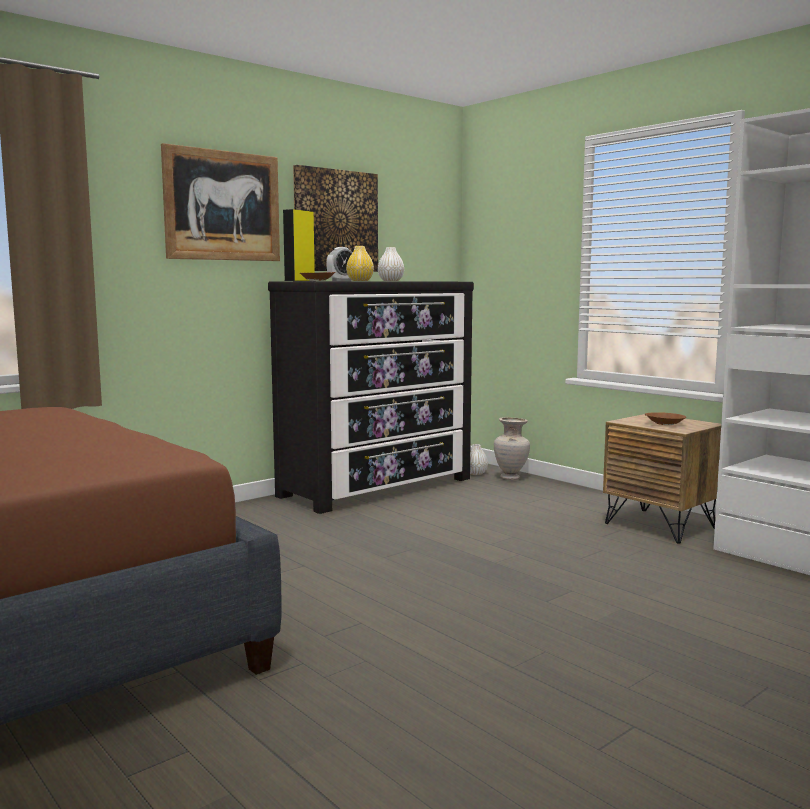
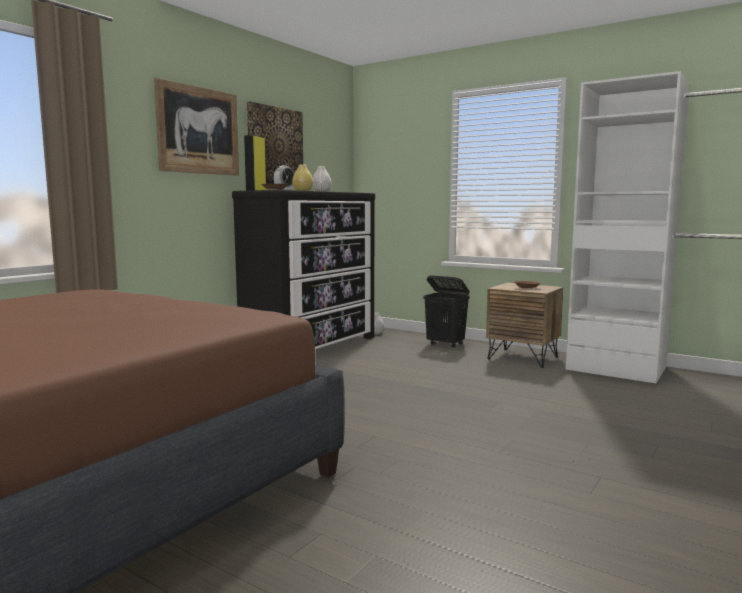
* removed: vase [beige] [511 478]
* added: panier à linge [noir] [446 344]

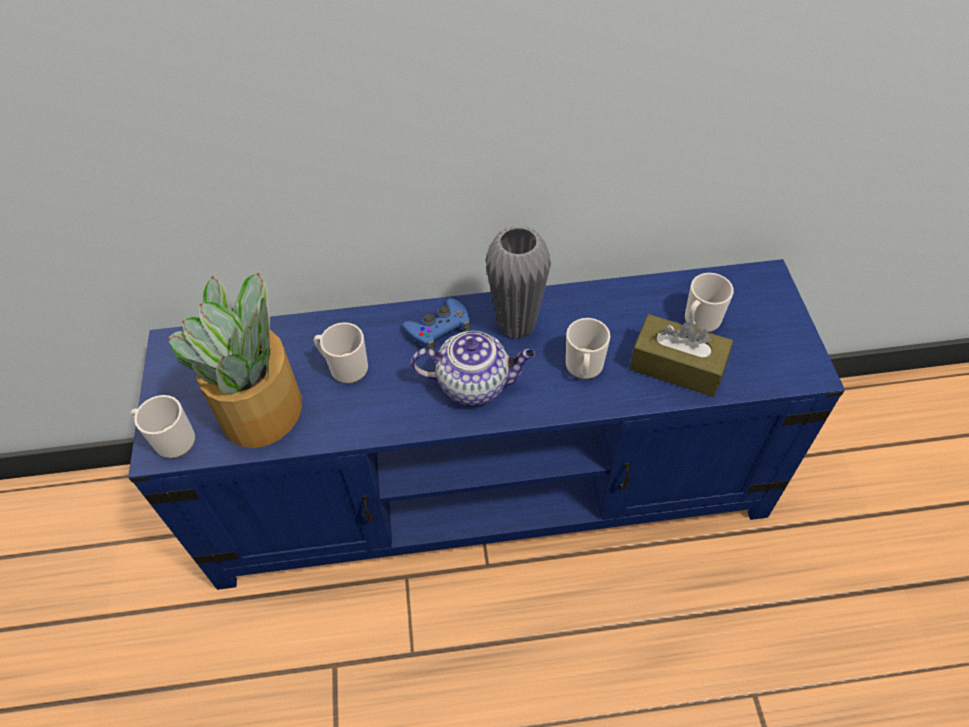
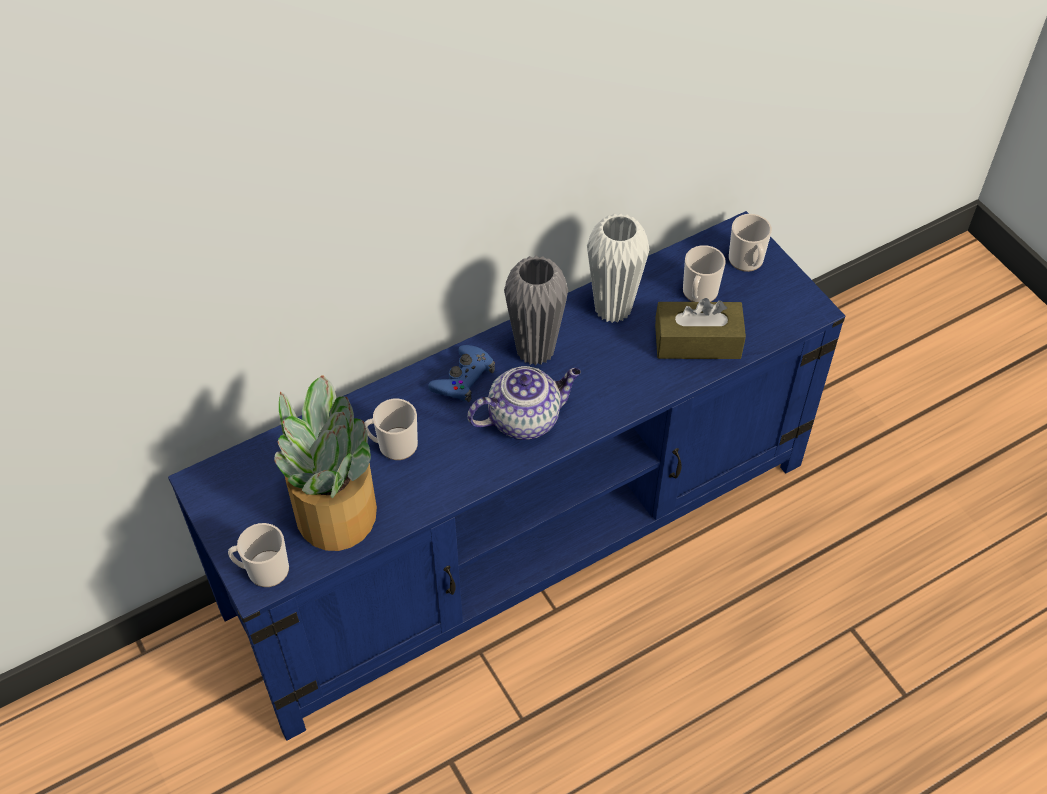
* added: vase [blanc] [613 309]
* moved: mug [584 368] to [747 262]

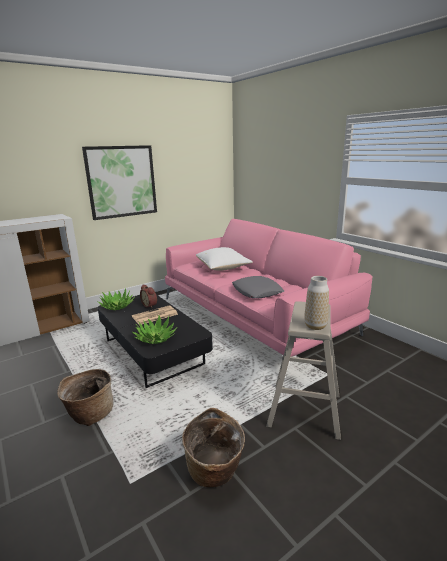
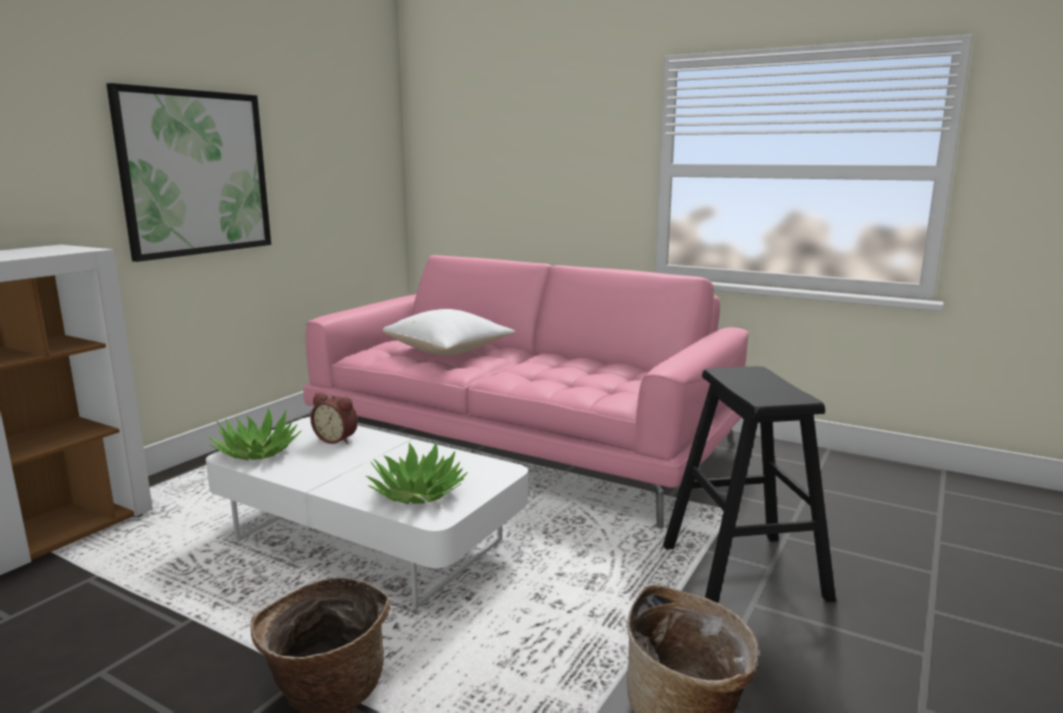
* removed: journal [154 316]
* removed: coussin [gris] [257 292]
* removed: vase [315 326]
* recoloured: table basse [noir] [153 352] to table basse [blanc] [369 541]
* recoloured: tabouret [beige] [304 410] to tabouret [noir] [744 572]

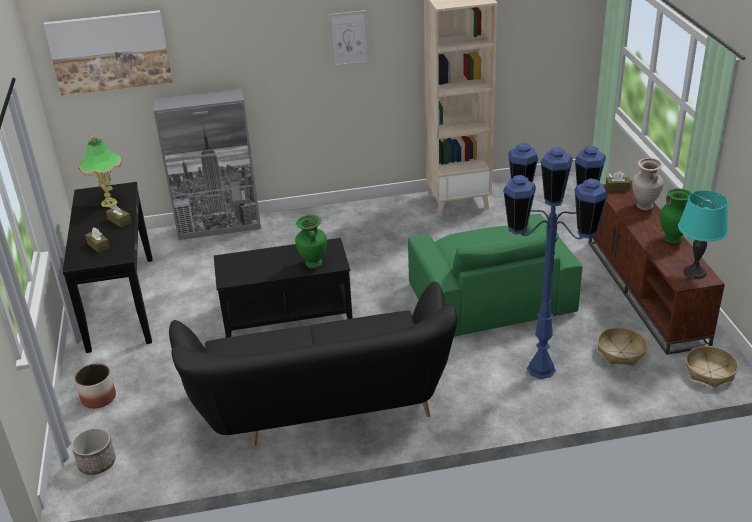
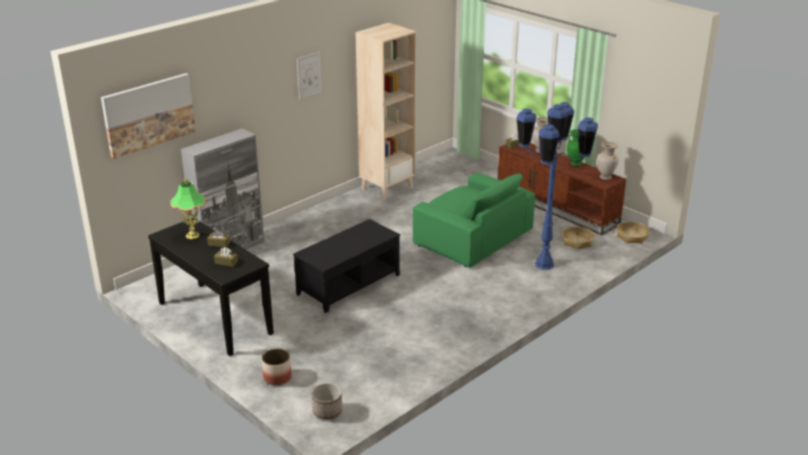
* removed: canapé [noir] [321 407]
* removed: vase [vert] [313 264]
* replaced: lampe de table [turquoise] [695 272] to vase [beige] [605 177]

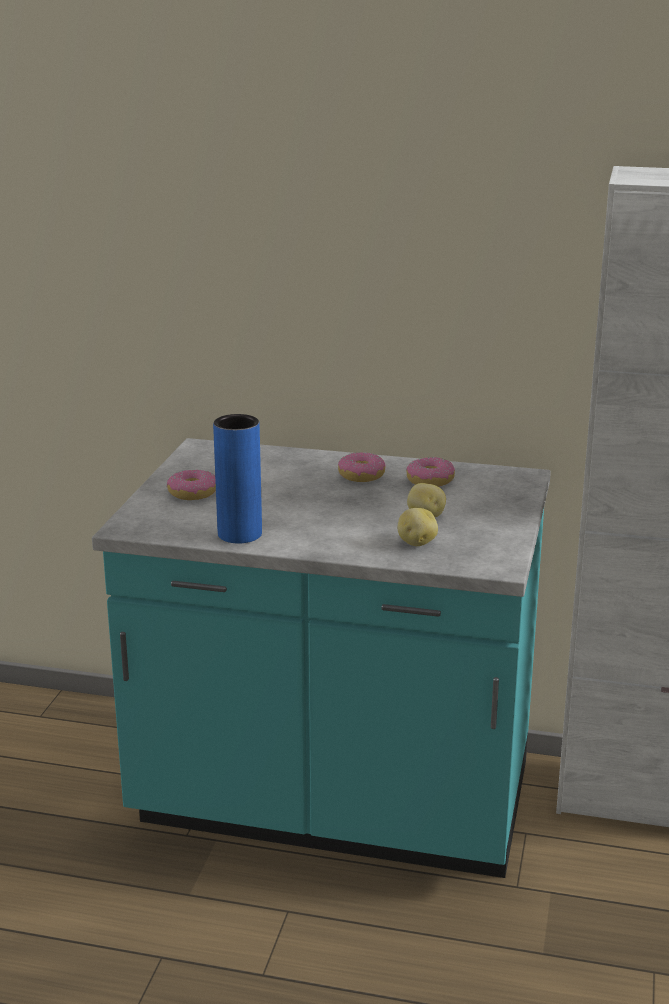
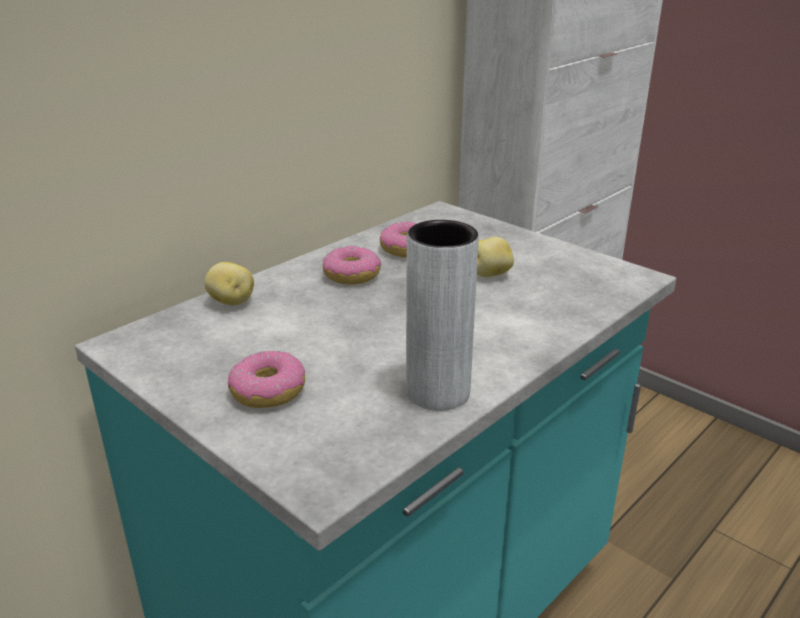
* moved: pomme de terre [416 543] to [231 302]
* recoloured: vase [bleu] [239 534] to vase [gris] [438 392]

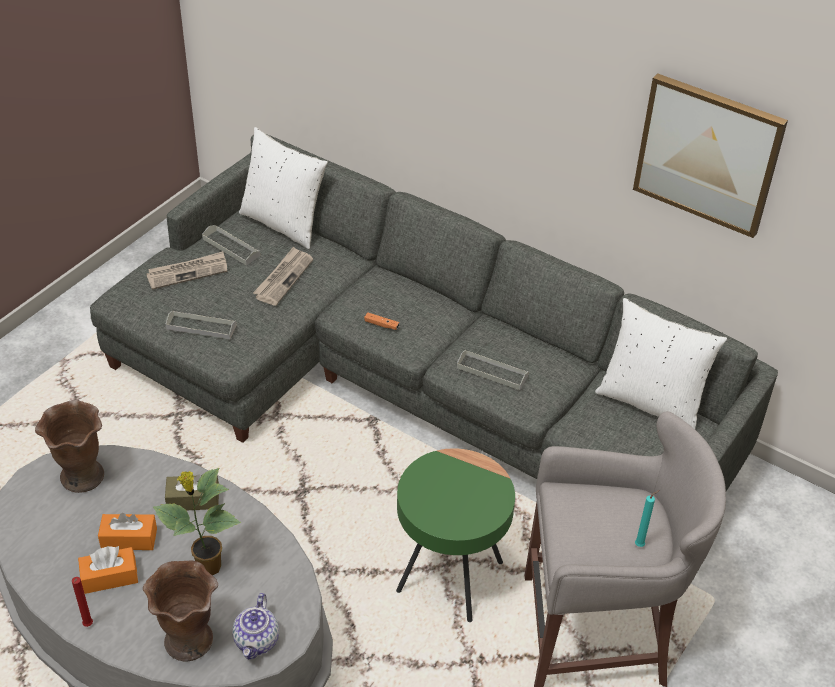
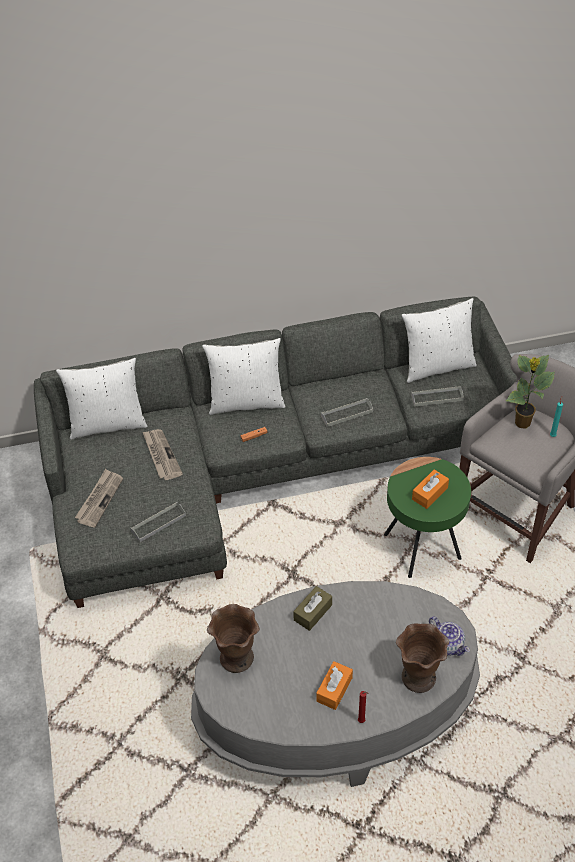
* removed: tableau [708 154]
* added: coussin [blanc] [246 402]
* moved: boîte à mouchoirs [orange] [129 539] to [429 493]
* moved: plante en pot [207 567] to [522 423]
* moved: plateau [gris] [231 247] to [437 397]

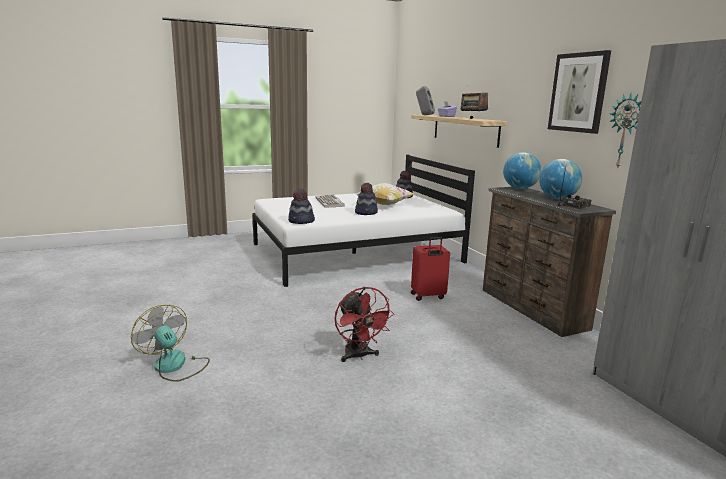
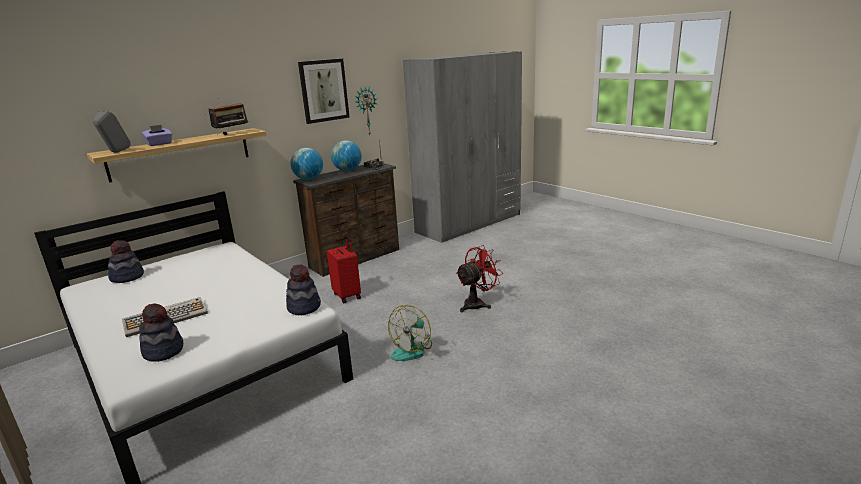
* removed: coussin [384 205]
* moved: ventilateur [175 366] to [412 349]
* moved: chapeau [366 213] to [163 351]

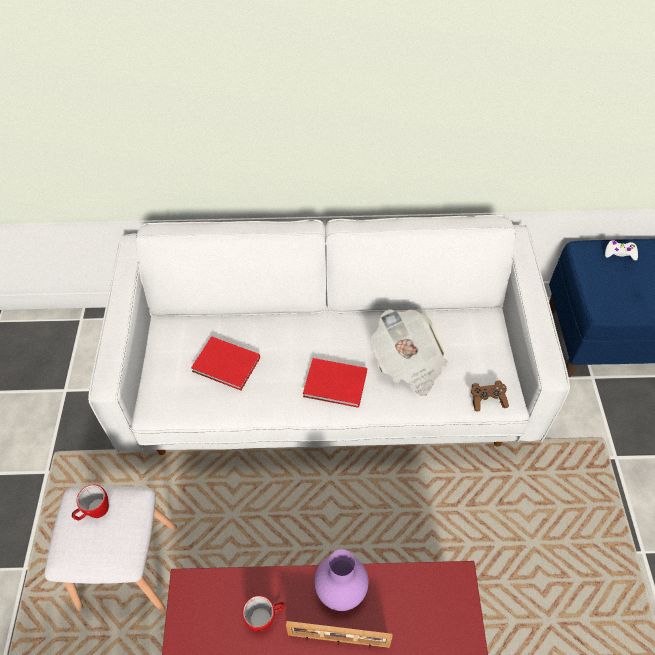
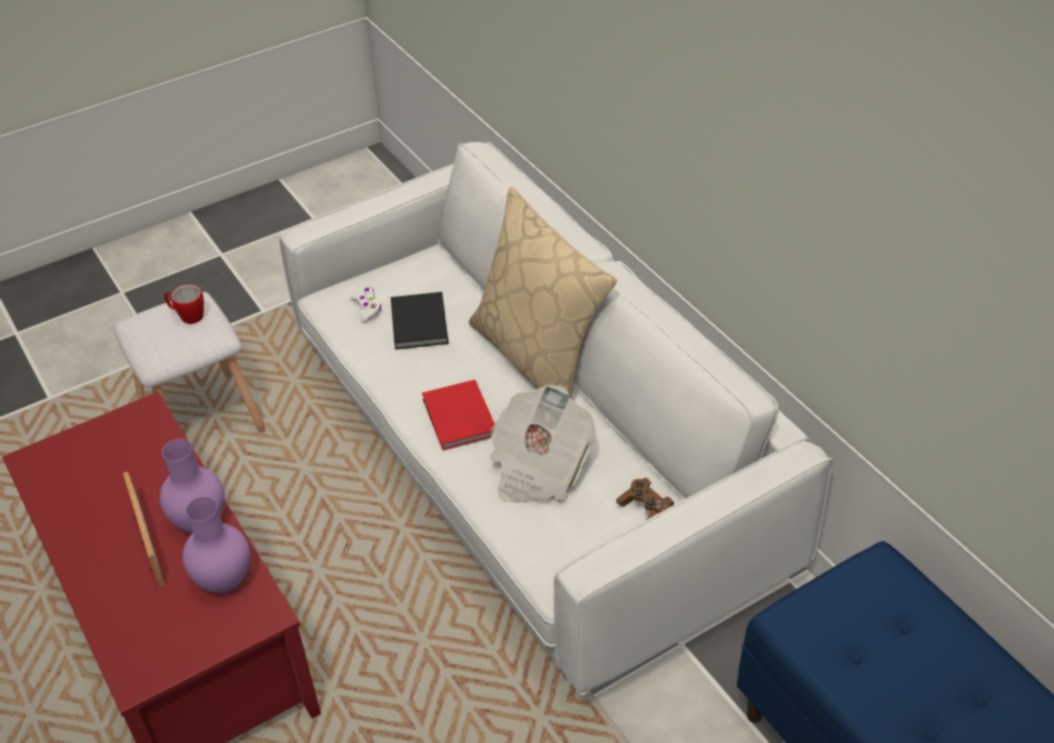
* removed: mug [266 617]
* added: vase [violet] [223 582]
* added: coussin [beige] [539 359]
* moved: manette [marron] [487 399] to [645 510]
* moved: manette [blanc] [619 253] to [367 308]
* recoloured: livre [rouge] [227 366] to livre [noir] [418 325]

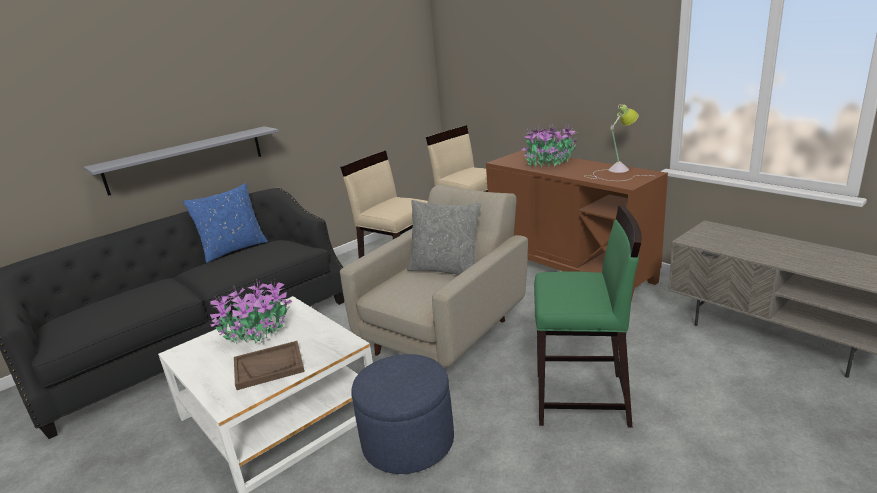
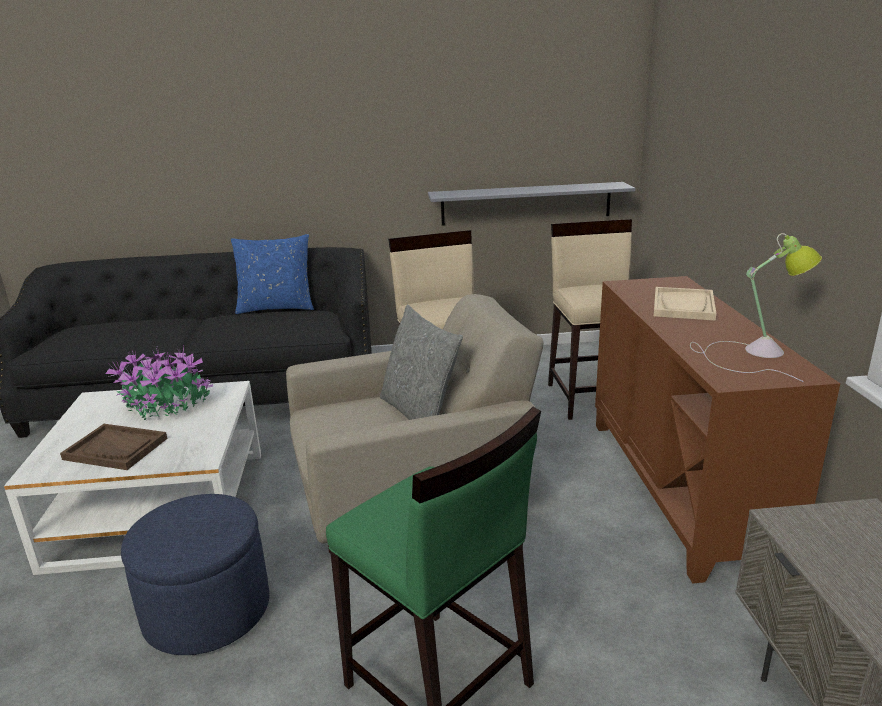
* moved: étagère [gris] [186 159] to [526 203]
* replaced: plante en pot [549 162] to plateau [beige] [683 306]

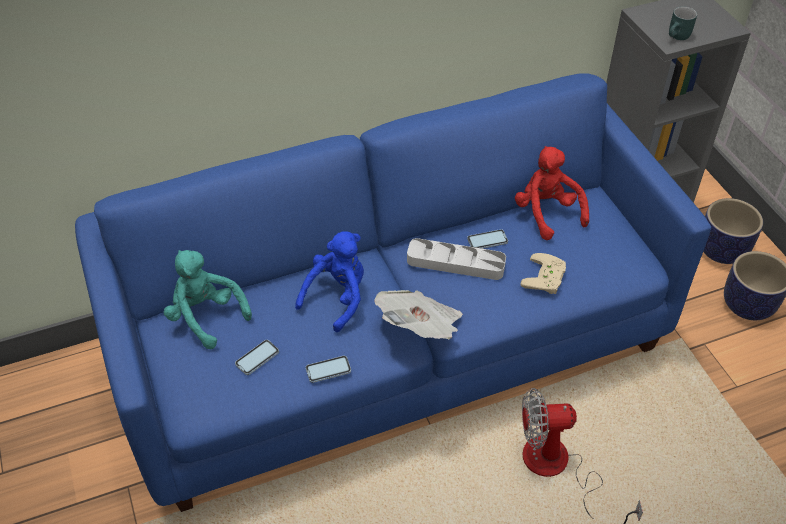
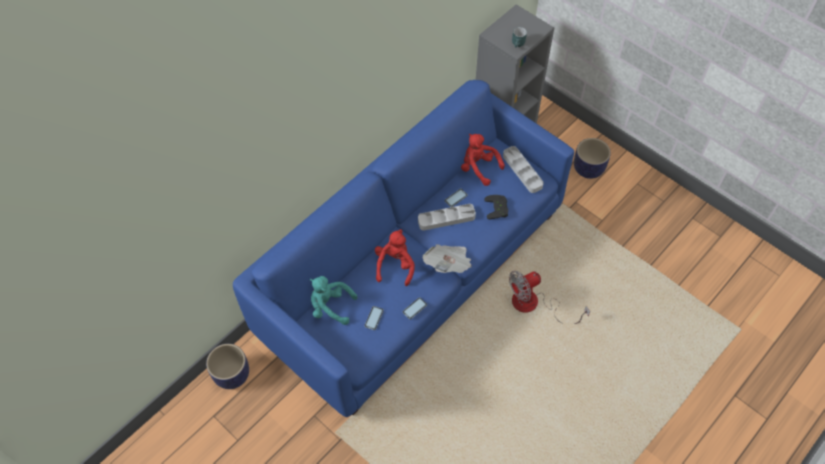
* added: plateau [gris] [522 171]
* moved: cache-pot [722 250] to [232 374]
* recoloured: peluche [bleu] [337 297] to peluche [rouge] [395 265]
* recoloured: manette [beige] [546 278] to manette [noir] [498 208]

